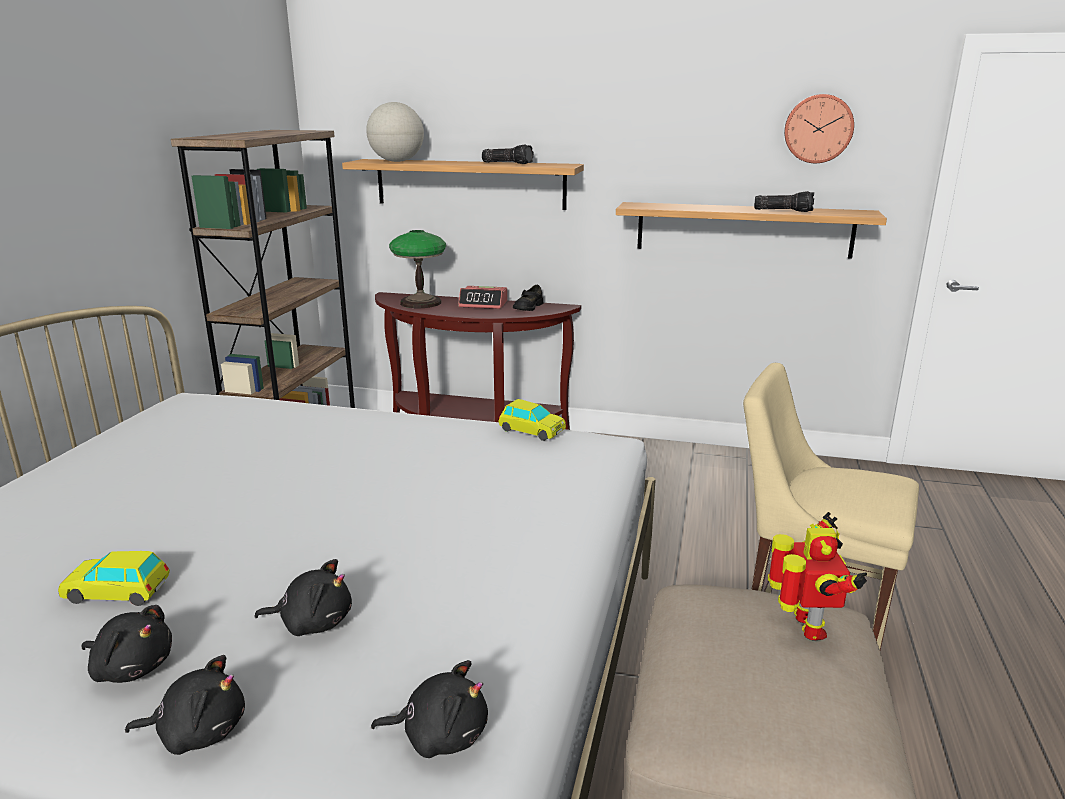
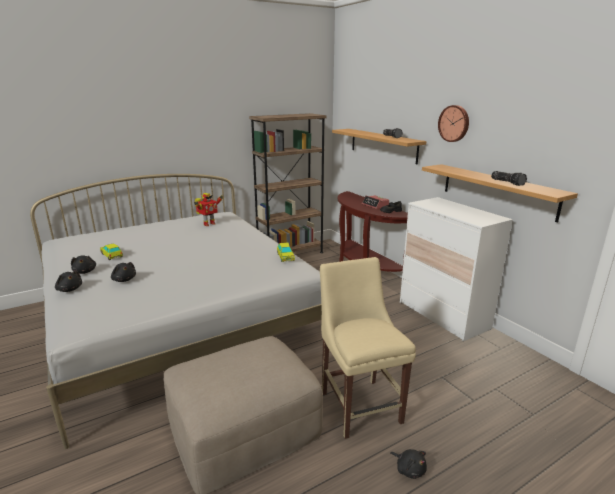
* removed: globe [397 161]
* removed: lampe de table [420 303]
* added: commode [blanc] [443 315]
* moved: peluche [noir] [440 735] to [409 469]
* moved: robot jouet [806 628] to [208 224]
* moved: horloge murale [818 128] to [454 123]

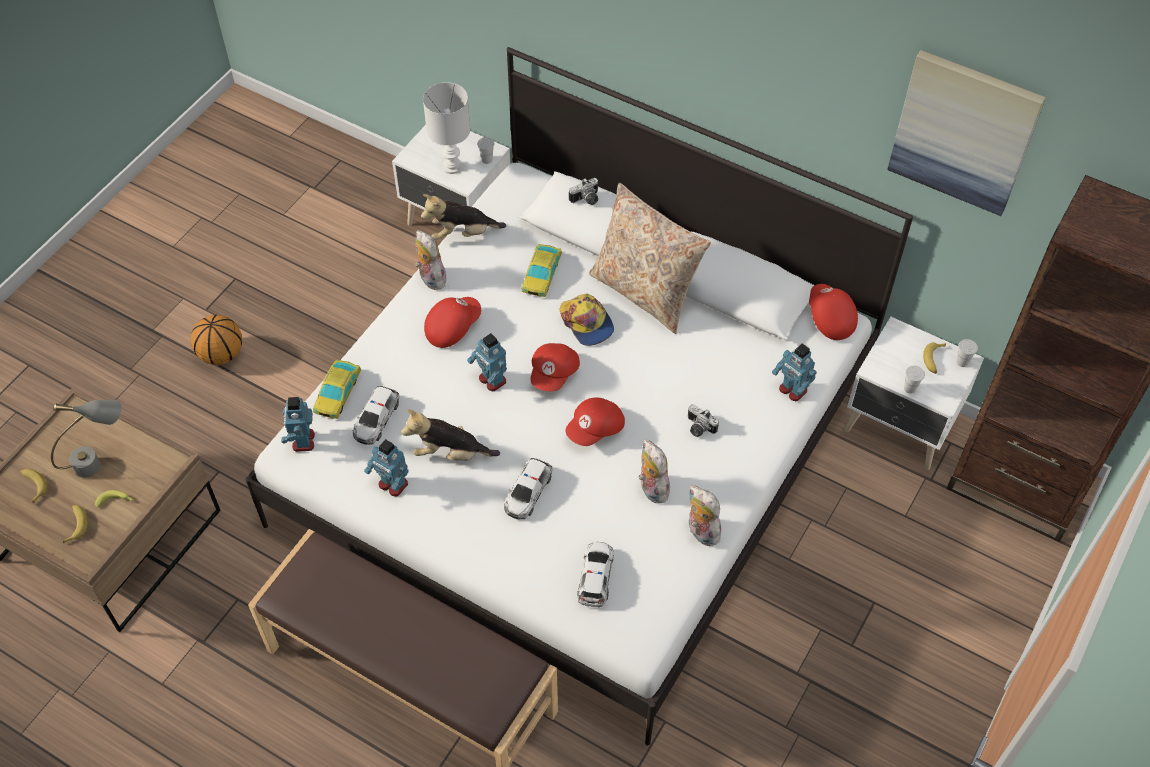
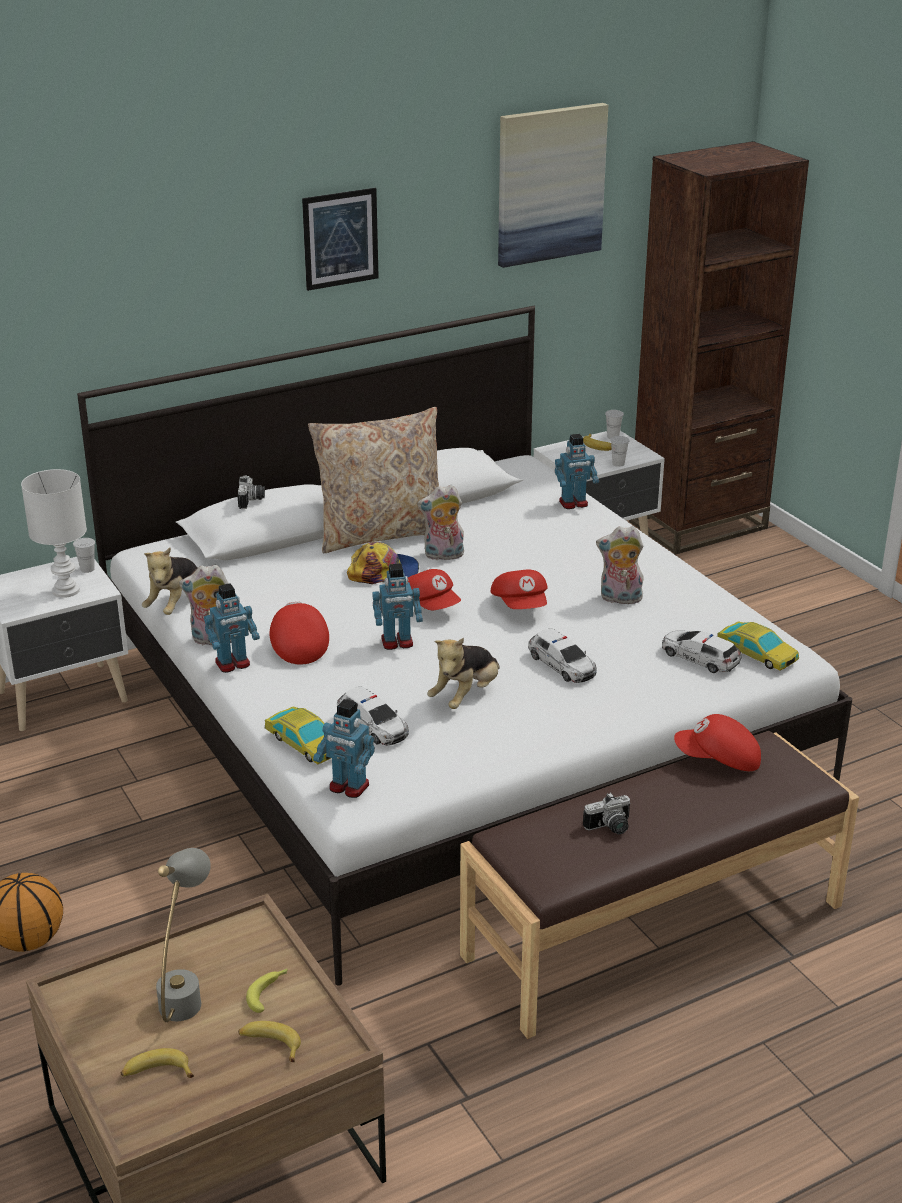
* added: tableau [340 239]
* moved: robot jouet [392 485] to [233 664]
* moved: petite voiture [542 274] to [757 653]
* moved: appareil photo [698 428] to [610 828]
* moved: peluche [700 532] to [443 556]
* moved: casquette [rouge] [829 318] to [718 760]

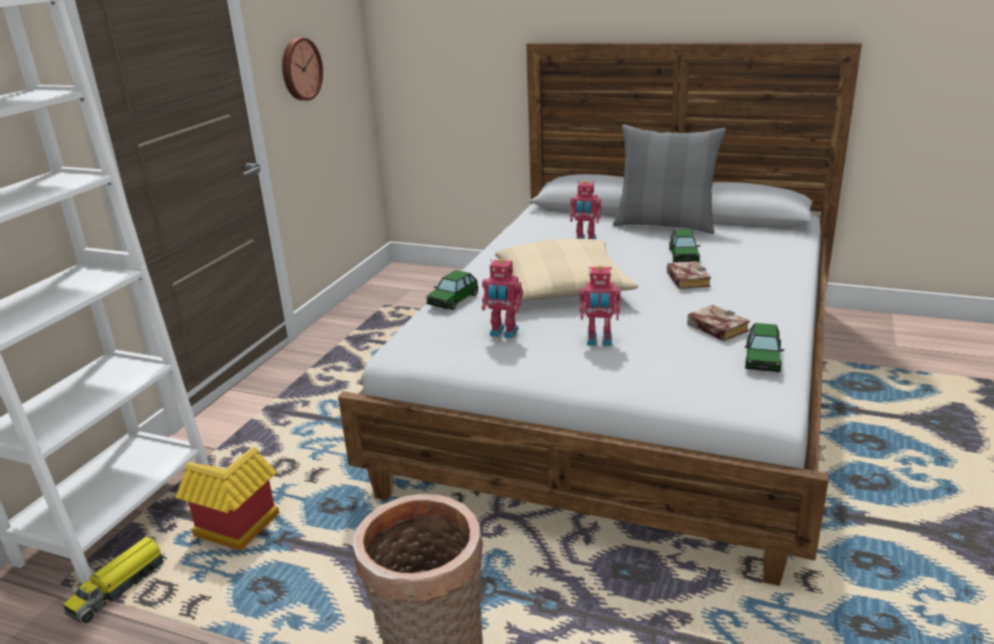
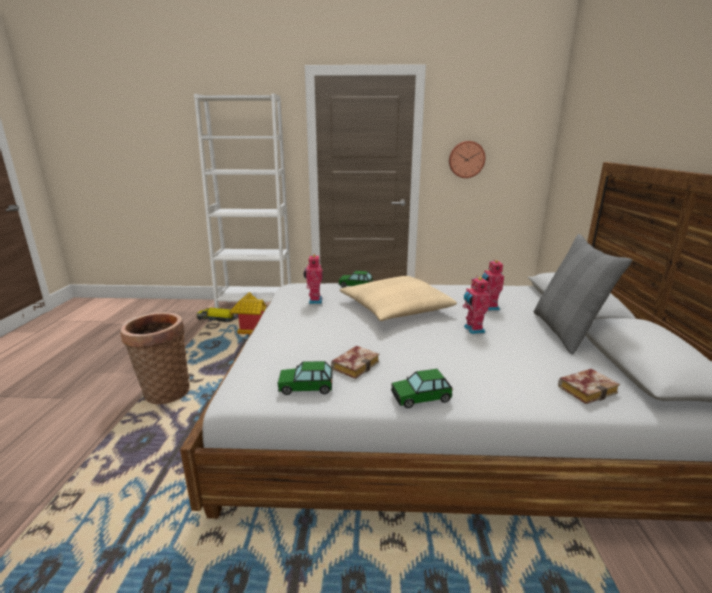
* moved: robot jouet [599 341] to [472 330]
* moved: livre [685 279] to [587 389]
* moved: petite voiture [683 255] to [420 397]

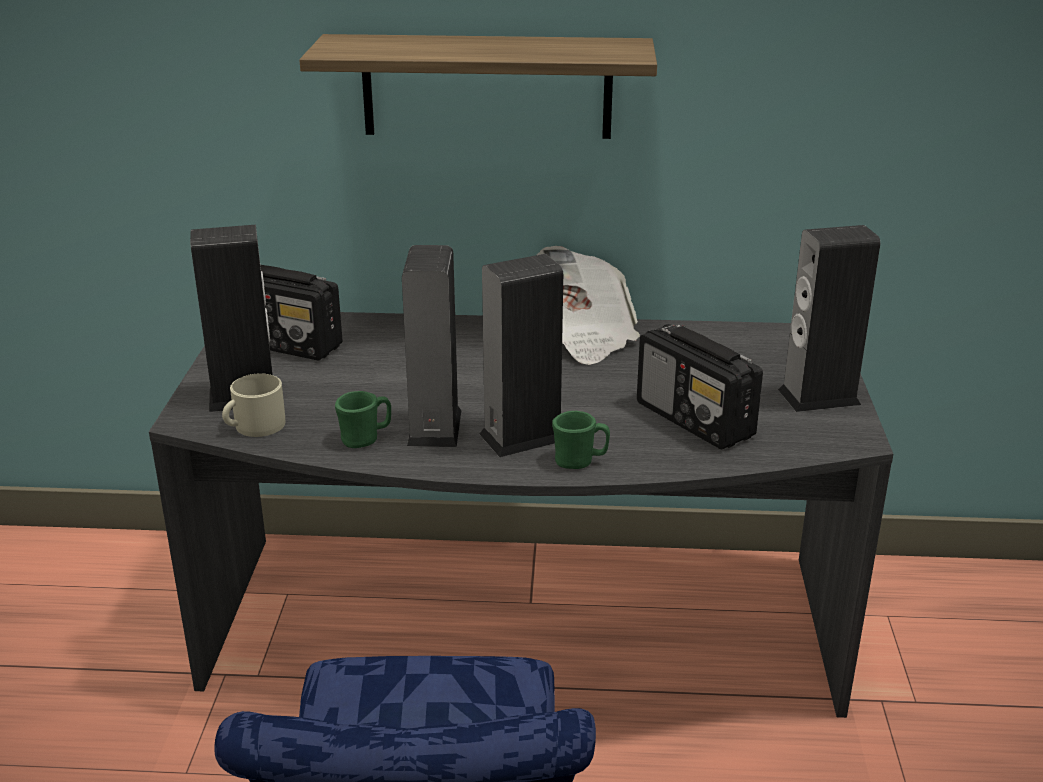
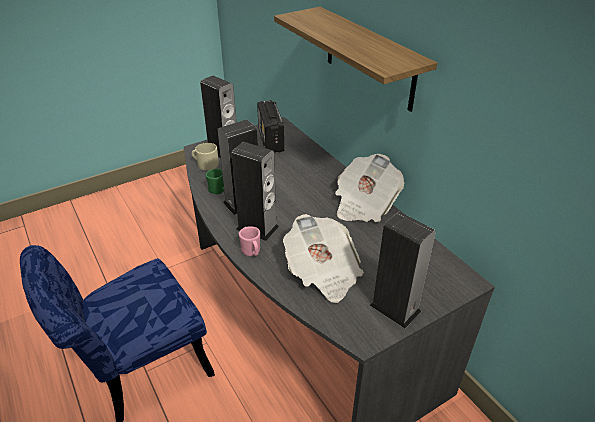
* replaced: radio [695 420] to journal [323 272]
* recoloured: mug [vert] [580 461] to mug [rose] [252 252]

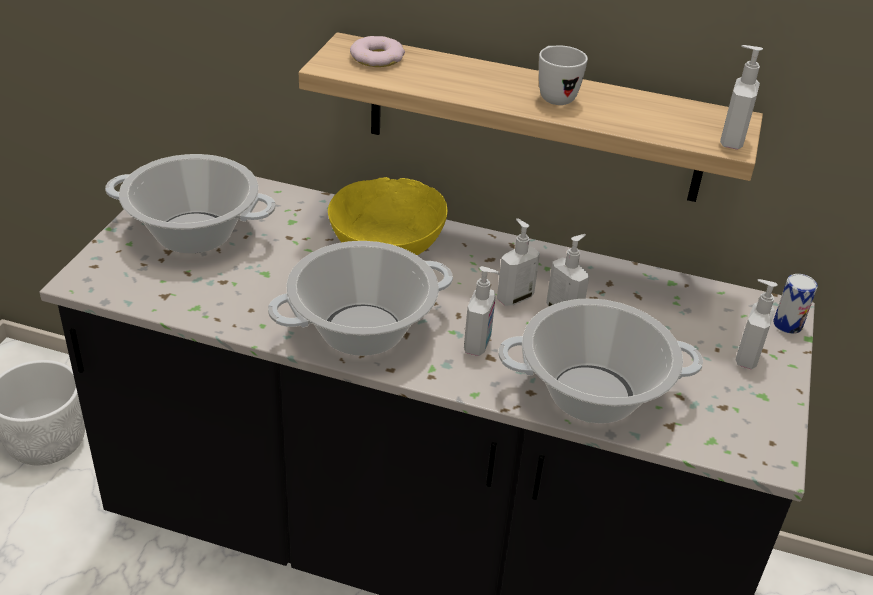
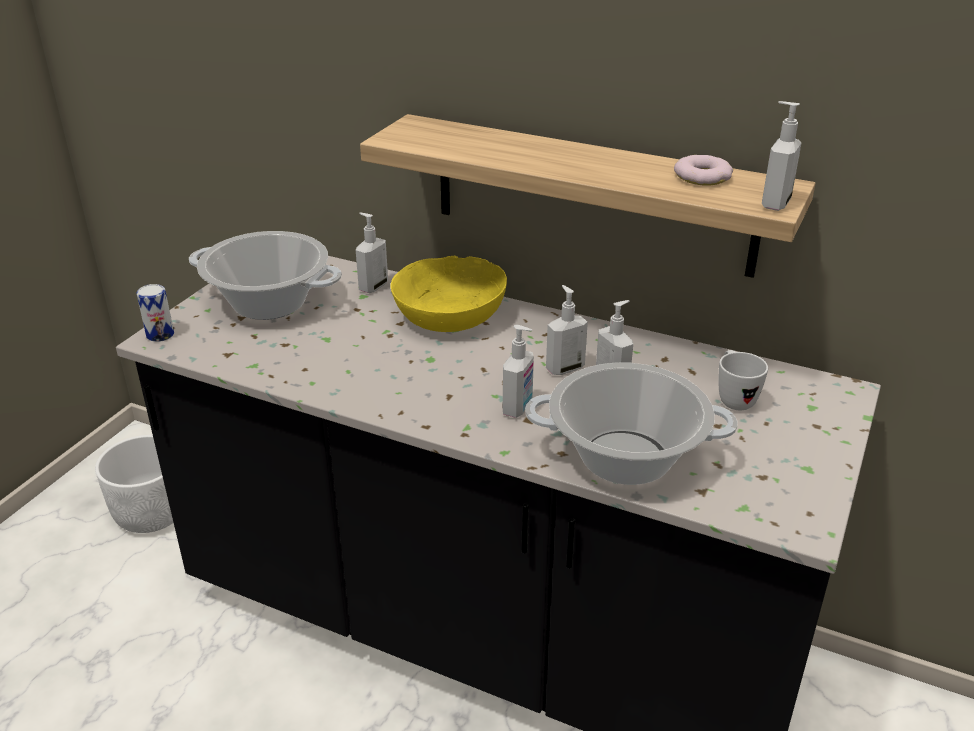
* removed: marmite [363 330]
* moved: beignet [377 57] to [702 176]
* moved: mug [blanc] [554 95] to [733 398]
* moved: distributeur de savon [746 357] to [372 286]
* moved: boîte métallique [787 324] to [160 334]

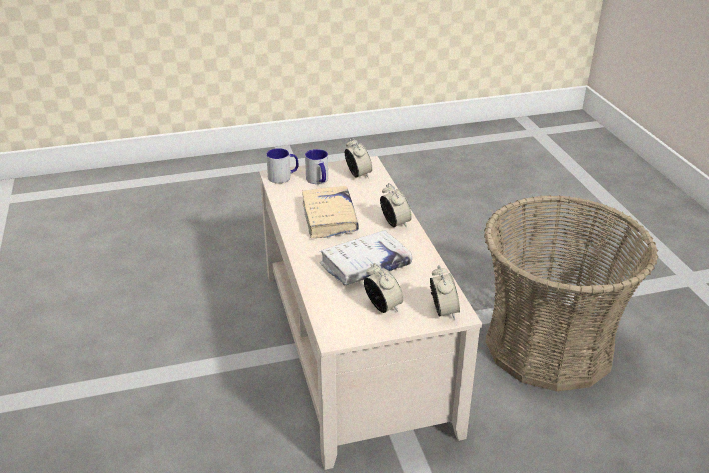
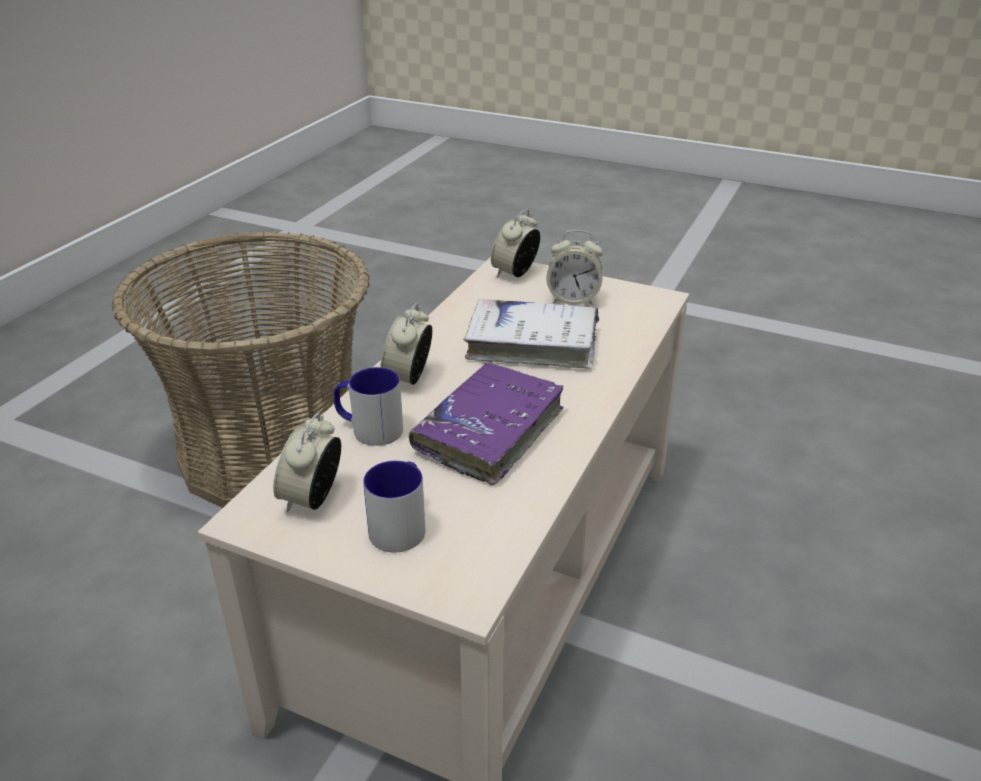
* moved: mug [283 177] to [369 429]
* recoloured: livre [beige] [329 218] to livre [violet] [489 432]
* turned: réveil [382 307] = [573 300] 90 degrees counterclockwise

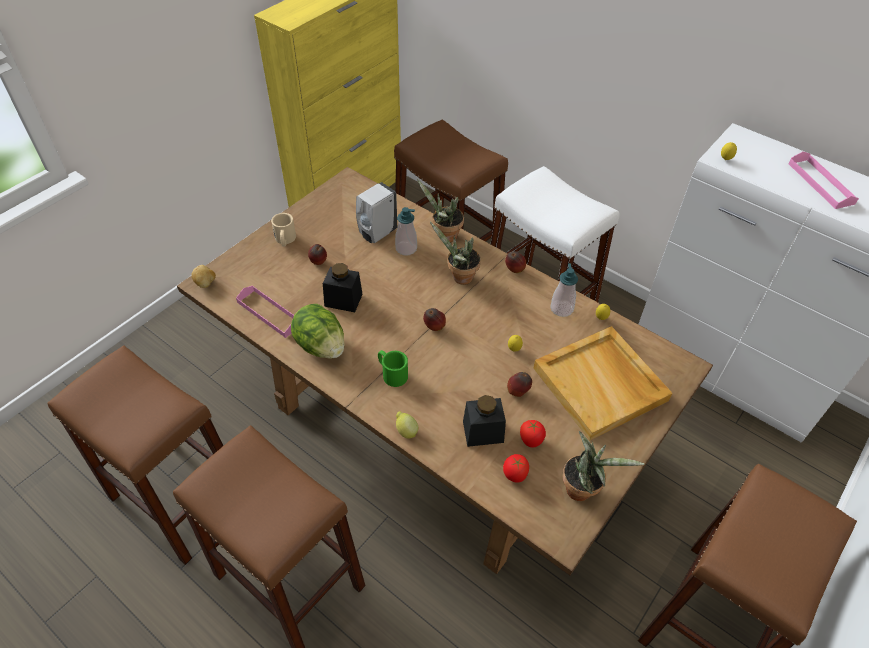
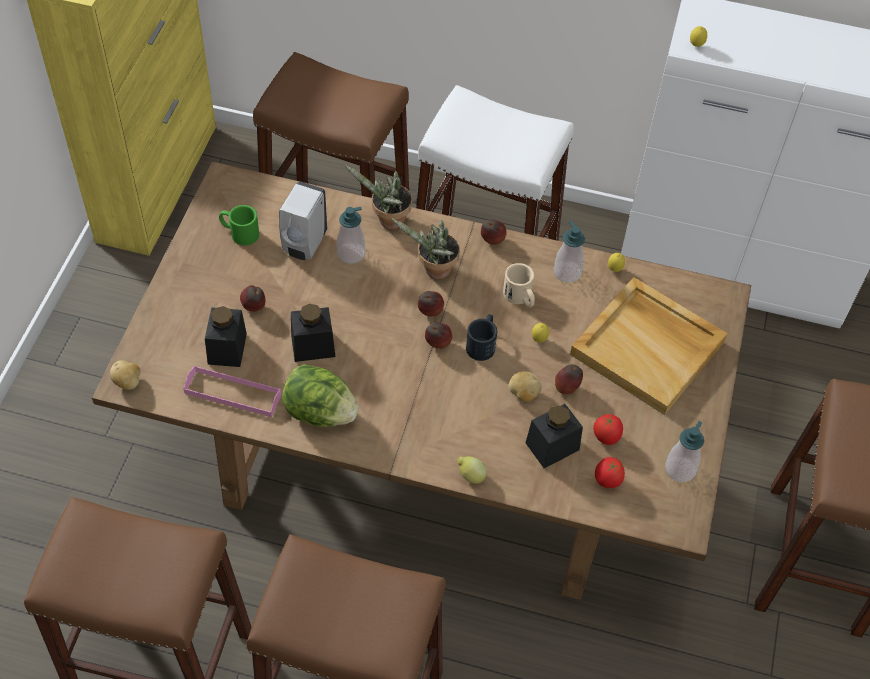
* removed: plateau [rose] [820 183]
* added: bocal [noir] [227 348]
* added: pomme [430 312]
* added: mug [noir] [482 343]
* added: pomme de terre [523 394]
* moved: mug [beige] [285 240] to [520 297]
* moved: mug [vert] [391 373] to [239 233]
* replaced: plante en pot [582 489] to distributeur de savon [680 469]

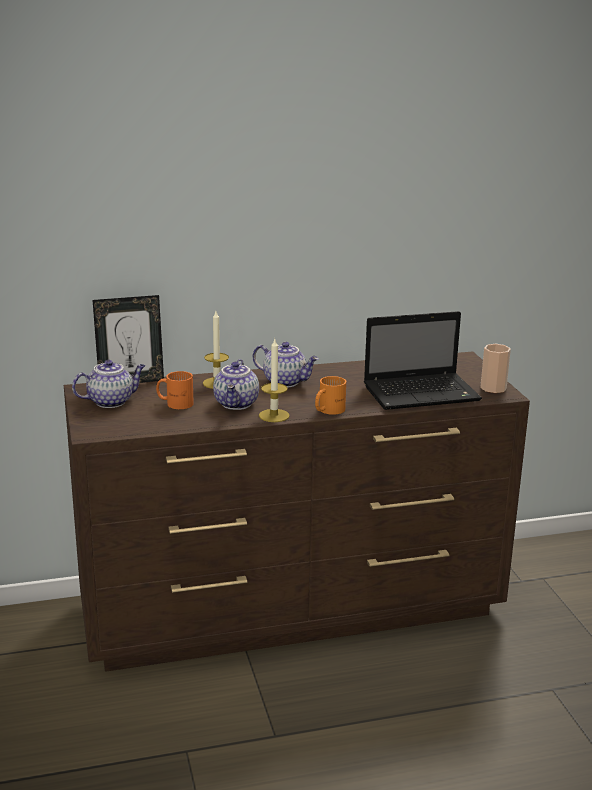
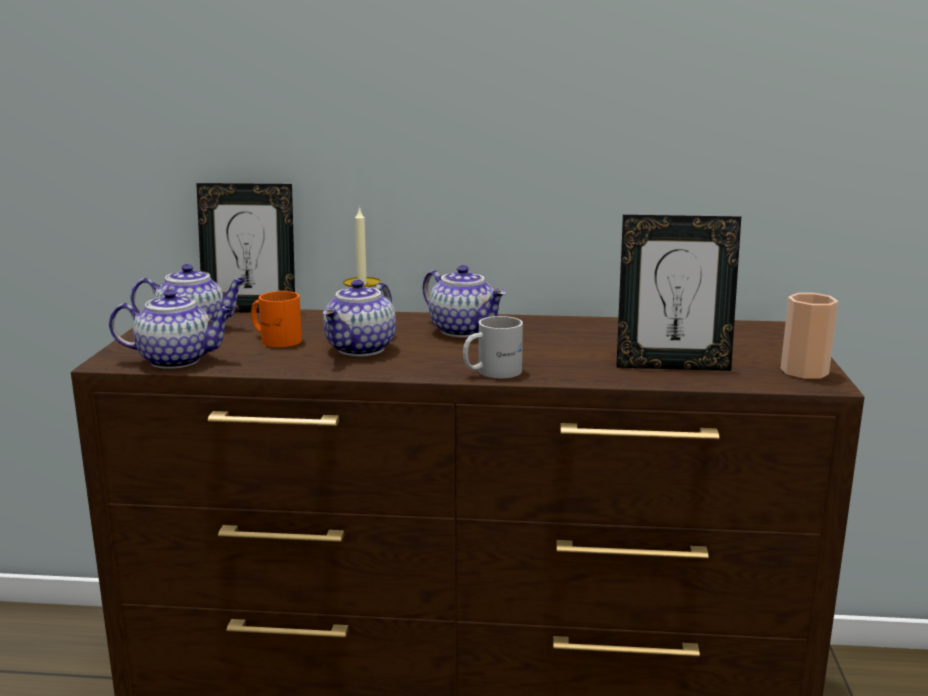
* removed: bougie [274 415]
* added: théière [178 360]
* replaced: ordinateur portable [423 393] to cadre photo [672 366]
* recoloured: mug [orange] [327 410] to mug [blanc] [491 371]

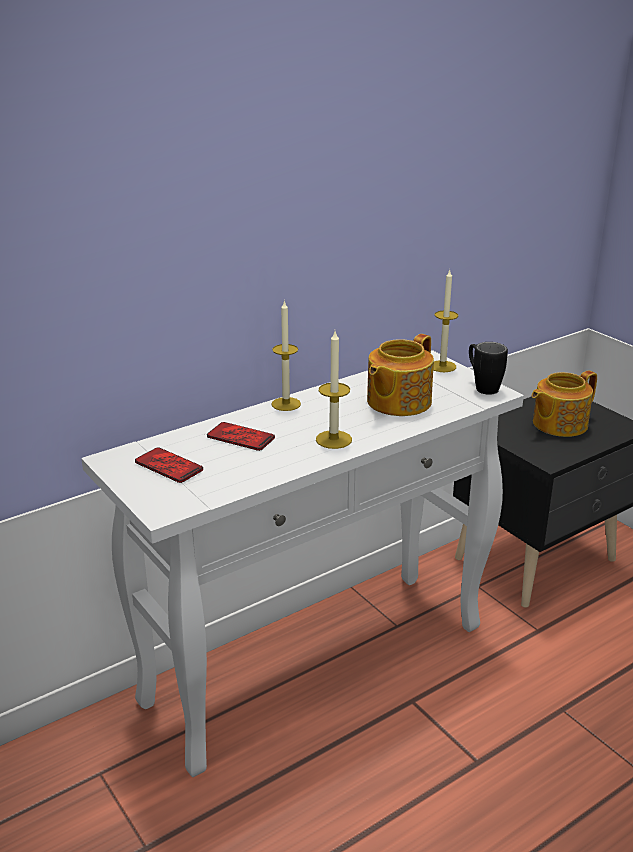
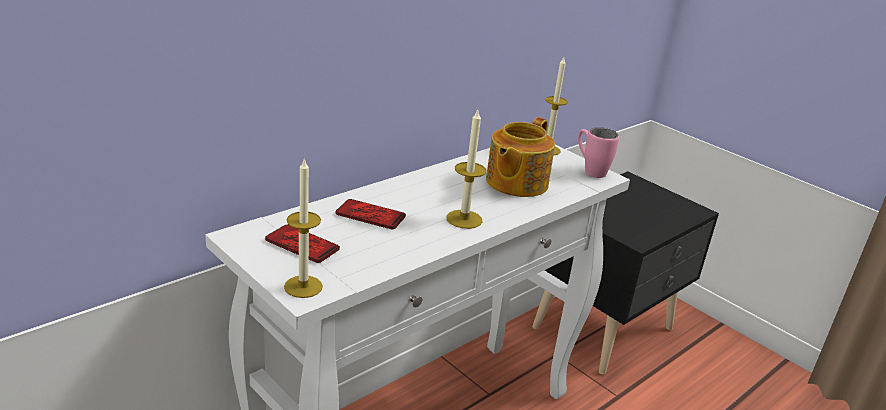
* removed: théière [558 424]
* moved: bougie [286 404] to [303 286]
* recoloured: mug [noir] [482 386] to mug [rose] [590 170]

